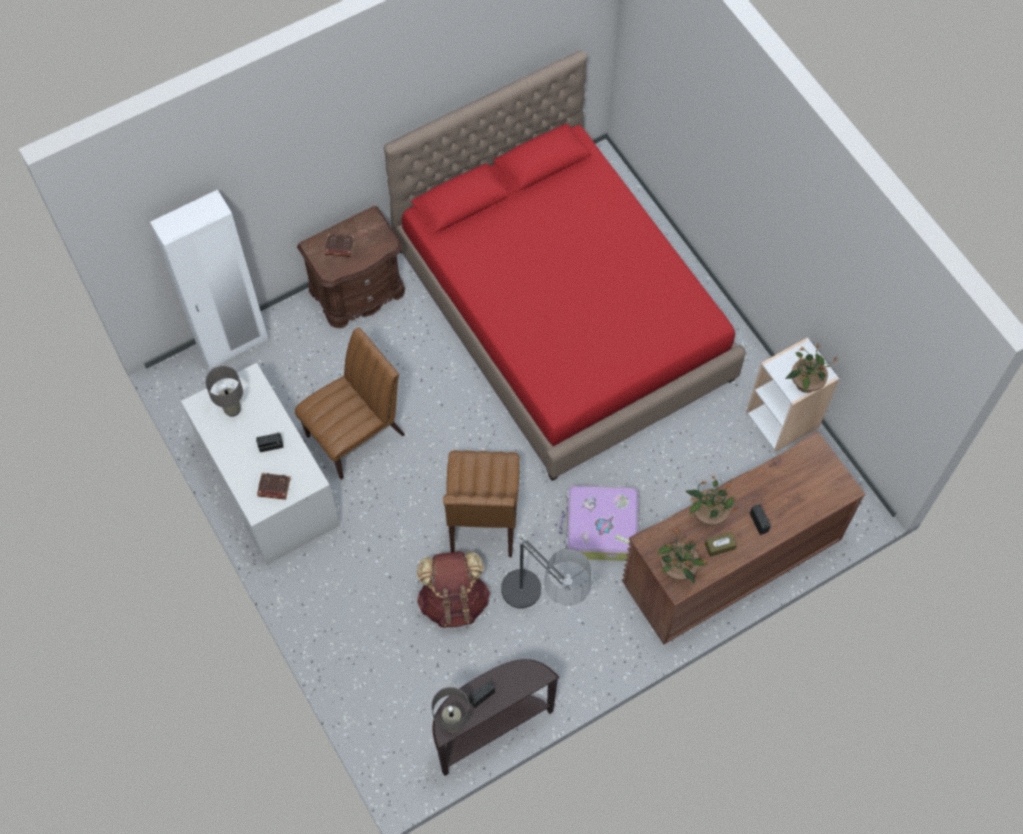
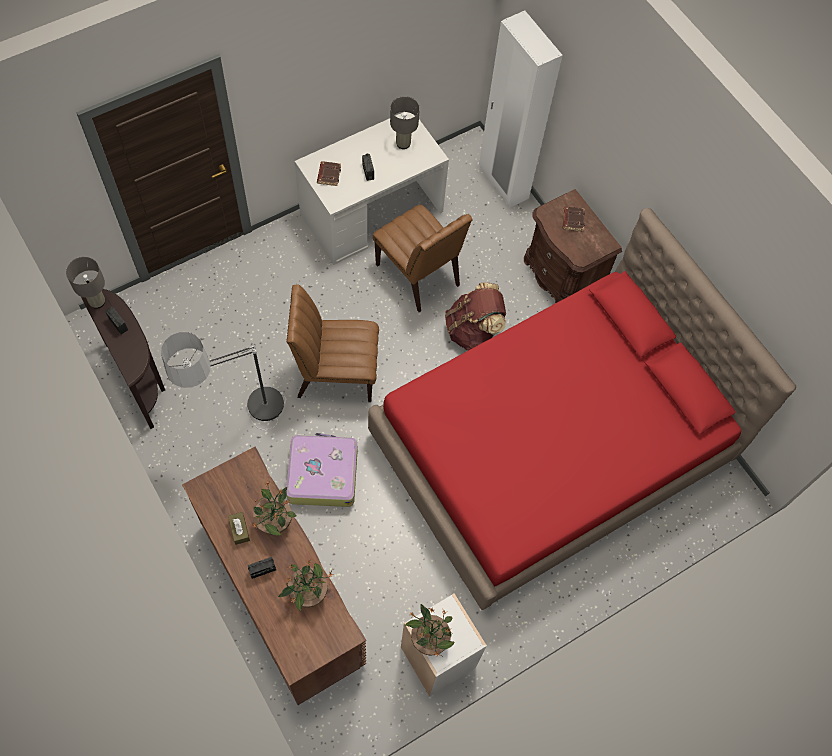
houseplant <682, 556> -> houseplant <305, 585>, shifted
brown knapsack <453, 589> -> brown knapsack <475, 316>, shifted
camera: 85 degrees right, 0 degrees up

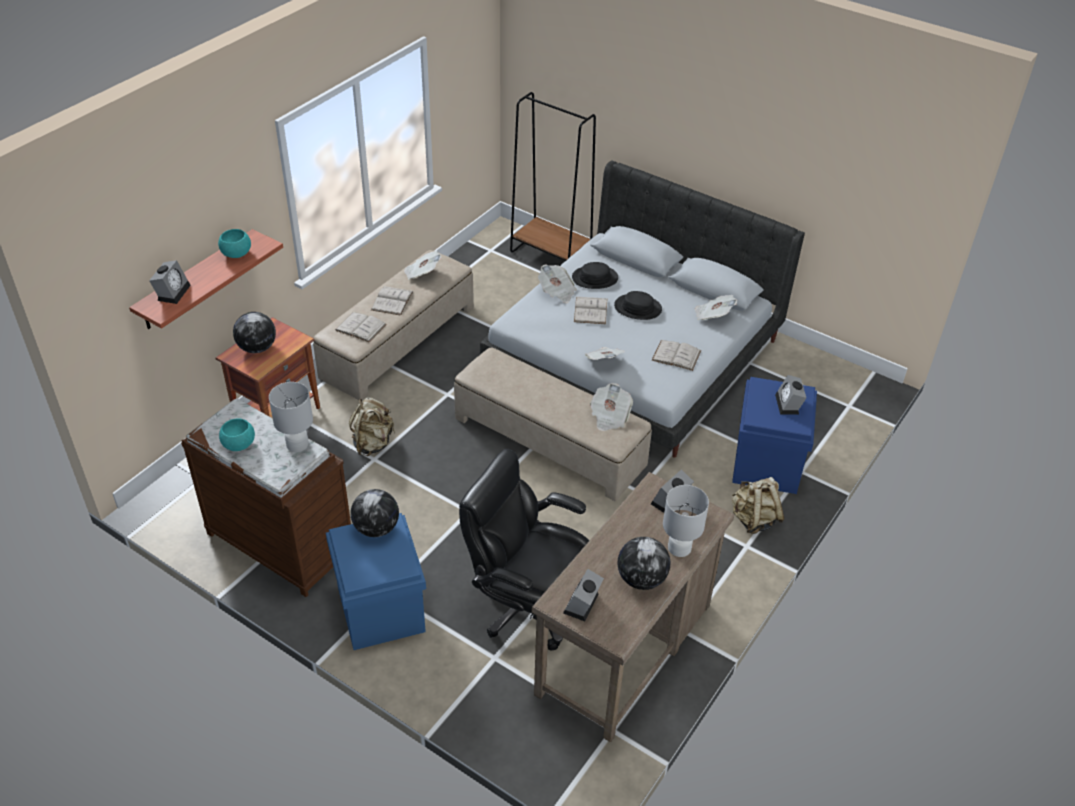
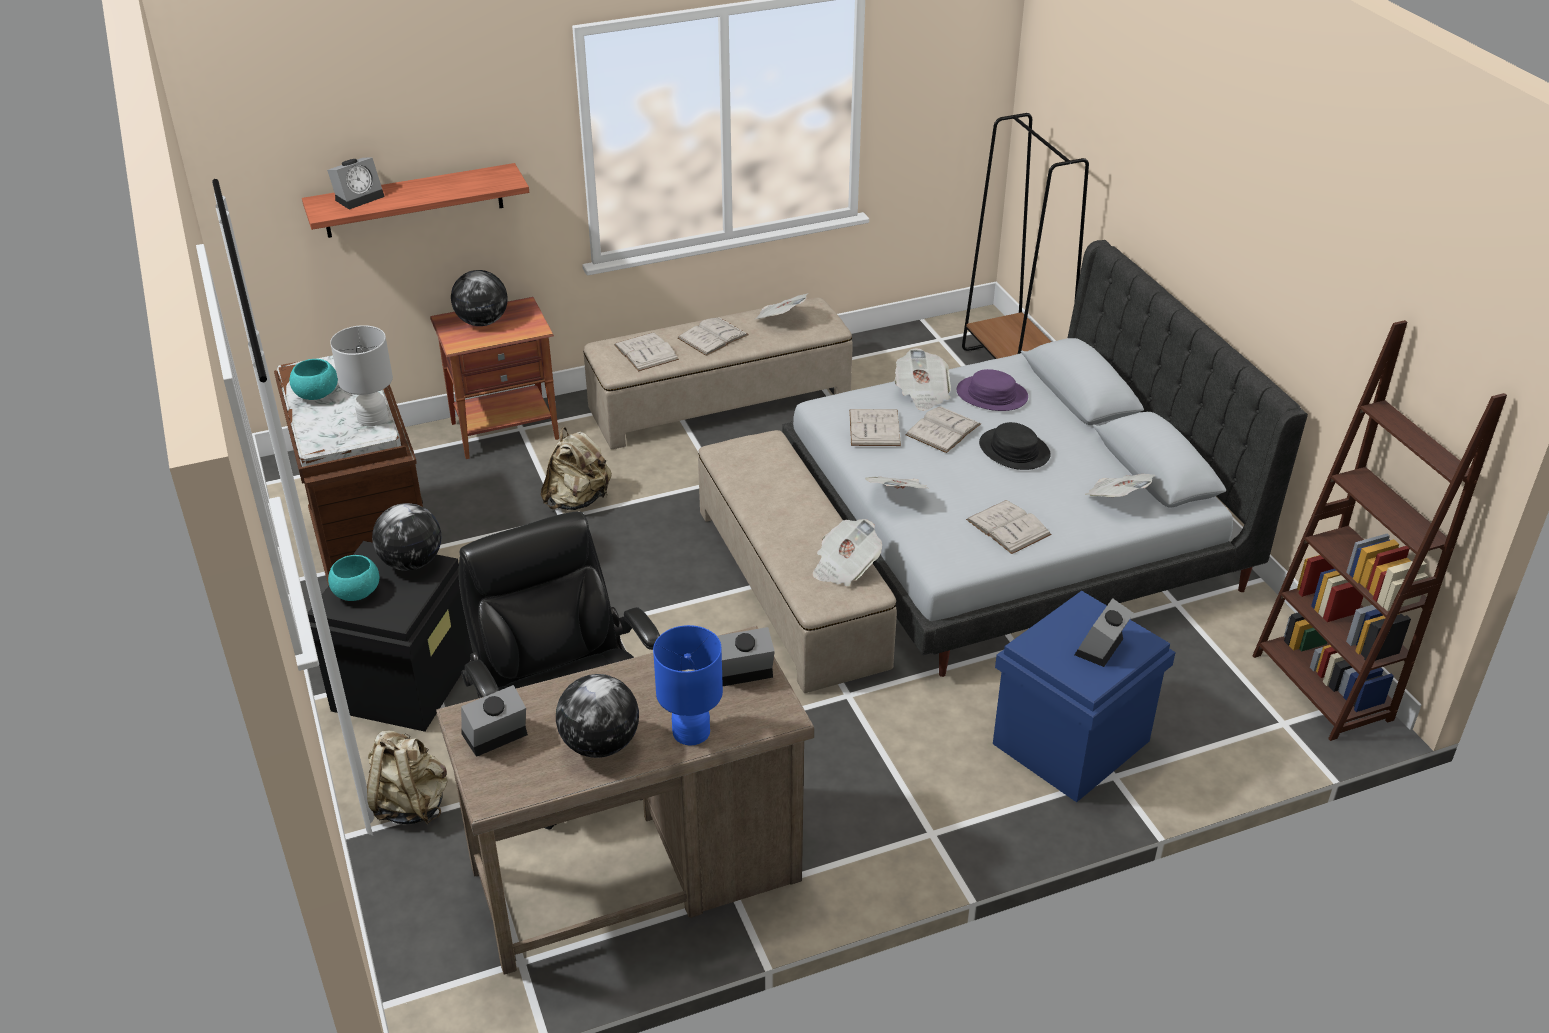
blue-coloured storage bin <376, 581> -> black storage bin <390, 636>
turquoise-coloured deep dish <234, 243> -> turquoise-coloured deep dish <353, 578>, shifted
sand-coloured knapsack <758, 505> -> sand-coloured knapsack <407, 777>, shifted
greyish tabletop lamp <686, 521> -> blue-coloured tabletop lamp <688, 685>
none -> whitish book <875, 427>
black wearable hat <595, 275> -> purple-coloured wearable hat <992, 390>
none -> brown bookshelf <1379, 530>
camera: 35 degrees right, 5 degrees down

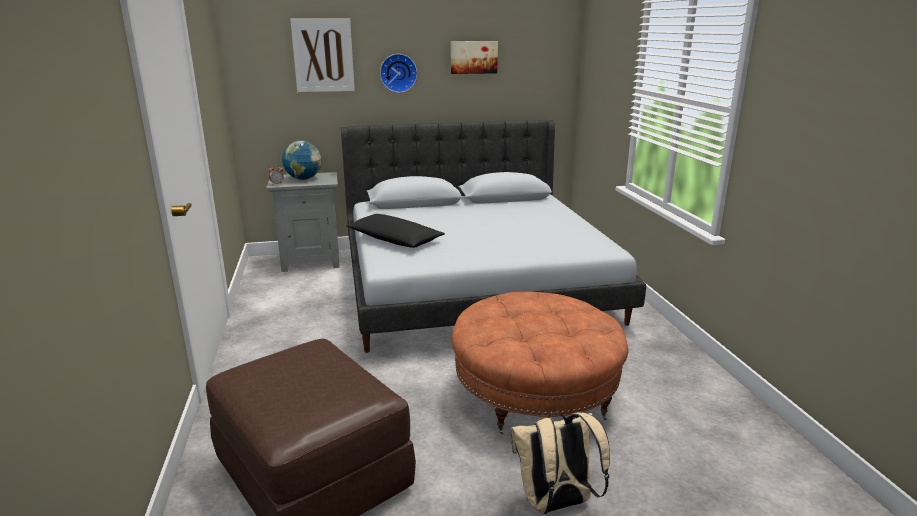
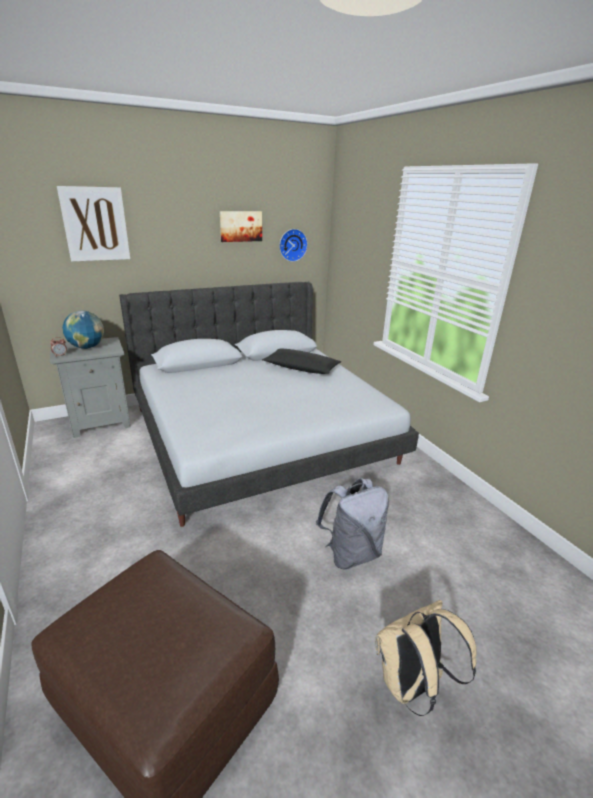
black pillow <395, 231> -> black pillow <301, 361>, shifted
hanging clock <398, 73> -> hanging clock <293, 245>, shifted
brown footrest <540, 362> -> greyish knapsack <352, 524>
camera: 15 degrees left, 5 degrees up

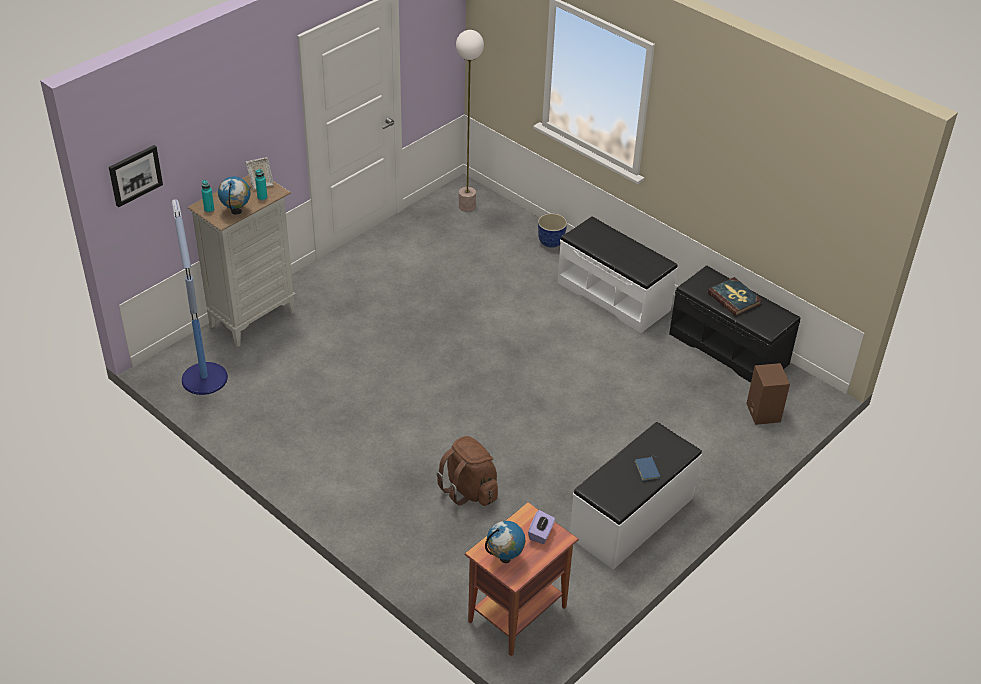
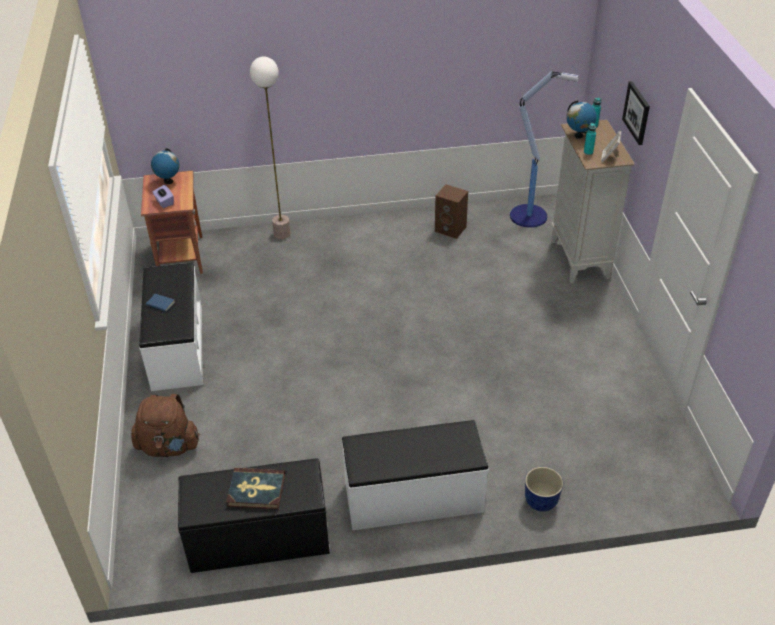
brown knapsack <467, 471> -> brown knapsack <165, 425>, shifted
floor lamp <470, 121> -> floor lamp <270, 148>, shifted
brown audio speaker <768, 394> -> brown audio speaker <451, 211>, shifted
wall art <136, 176> -> wall art <636, 113>, shifted
camera: 130 degrees right, 0 degrees up

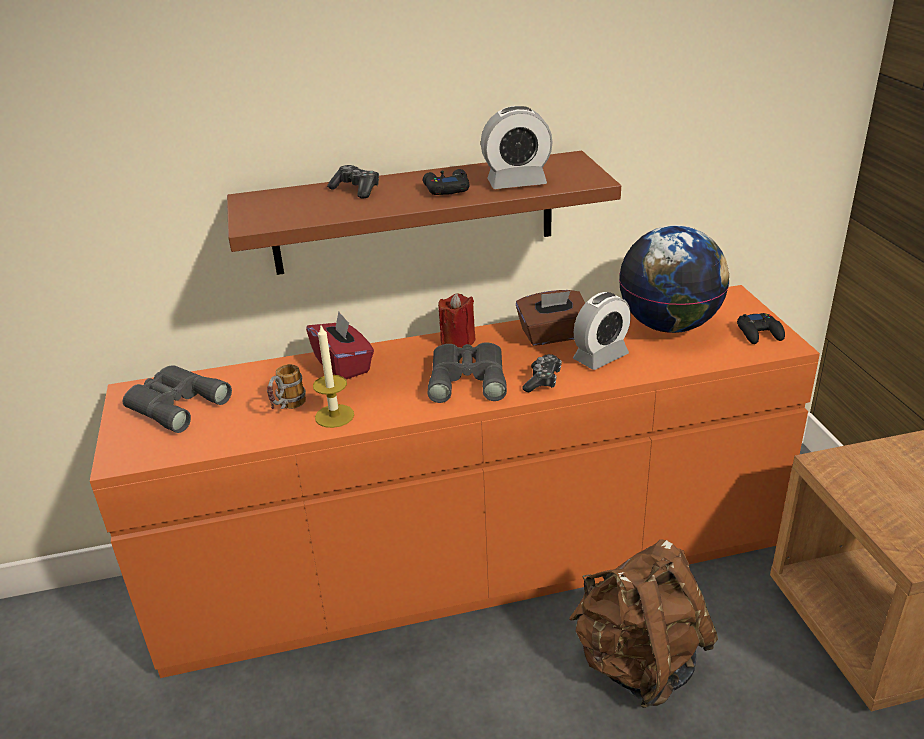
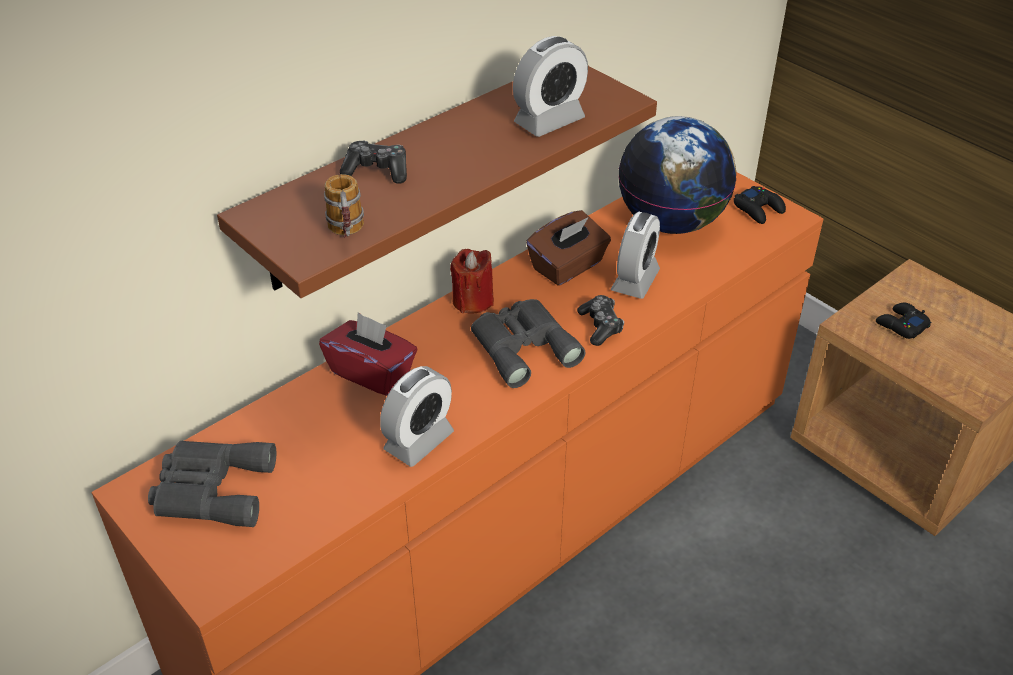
coffee mug <286, 386> -> coffee mug <344, 206>, shifted
wax light <333, 377> -> table clock <417, 416>
black gamepad <446, 182> -> black gamepad <903, 321>, shifted
brown knapsack <643, 623> -> none
camera: 30 degrees left, 10 degrees up

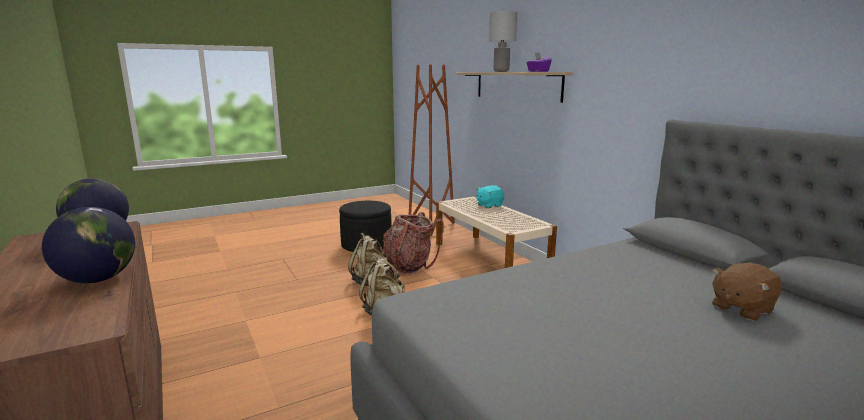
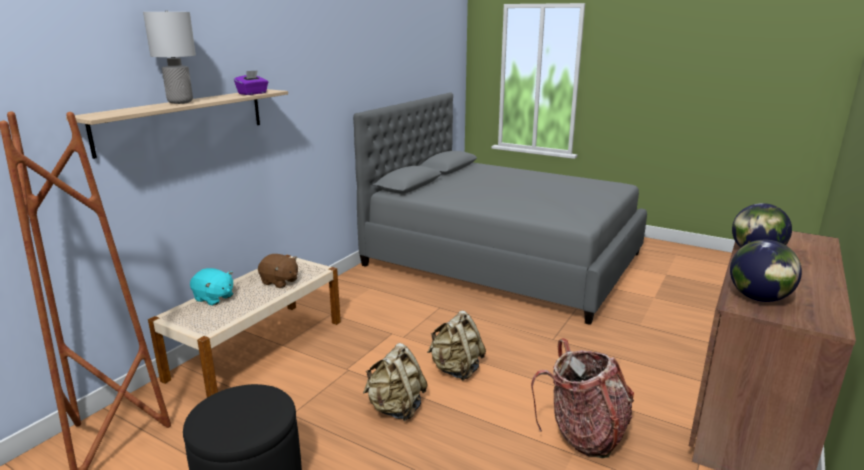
brown soft toy <747, 292> -> brown soft toy <278, 271>, shifted
knapsack <413, 243> -> knapsack <582, 398>, shifted
camera: 120 degrees left, 5 degrees up

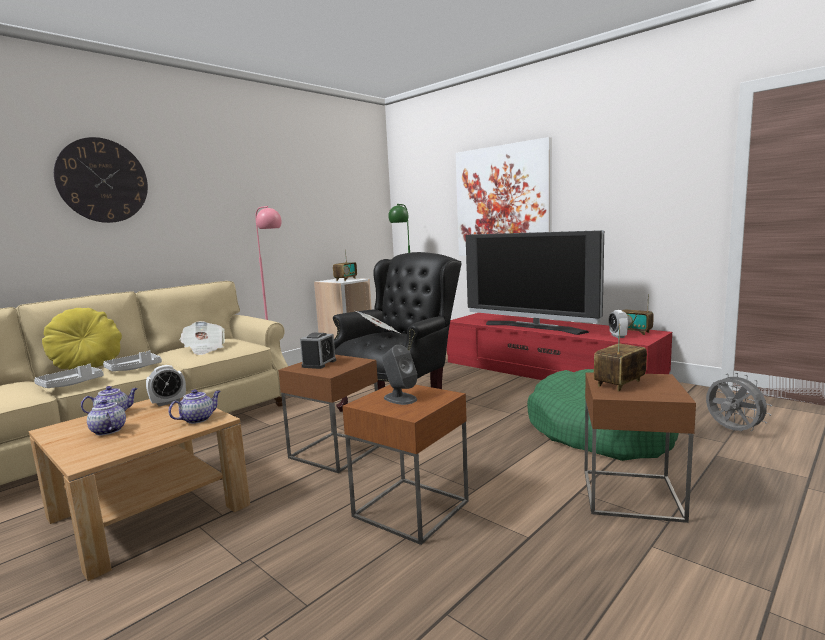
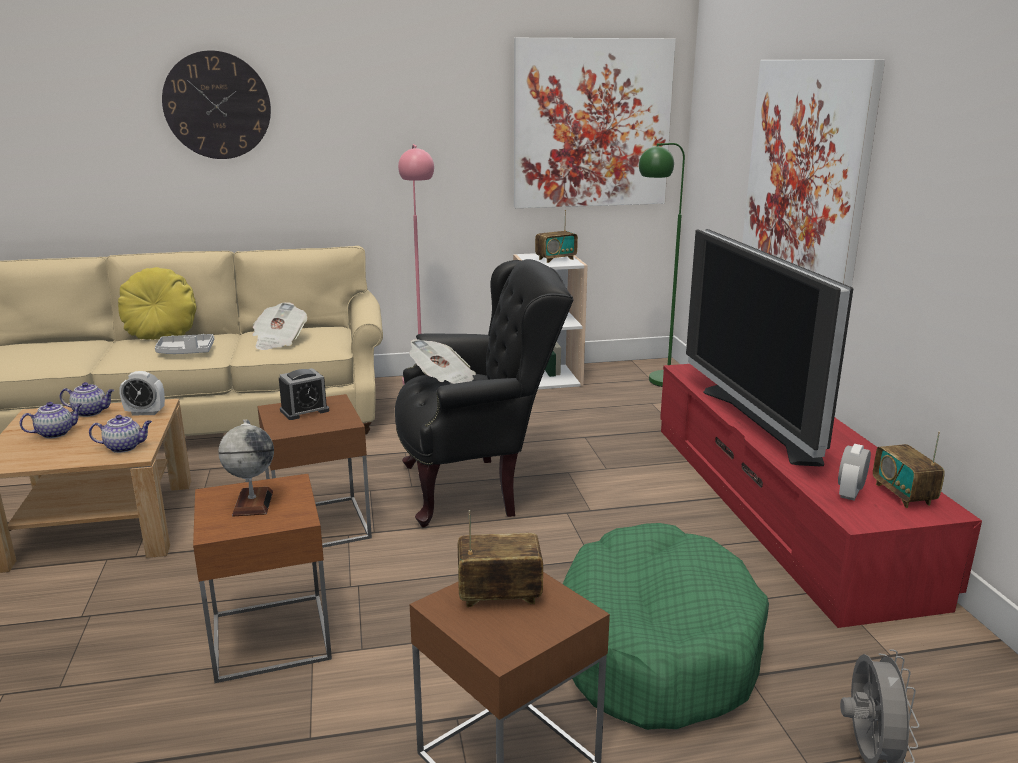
pot for tea <106, 418> -> pot for tea <51, 420>, 60 degrees clockwise
greyish audio speaker <399, 375> -> desk globe <246, 468>
none -> wall art <595, 123>
greyish tray <69, 376> -> none
camera: 35 degrees right, 10 degrees up

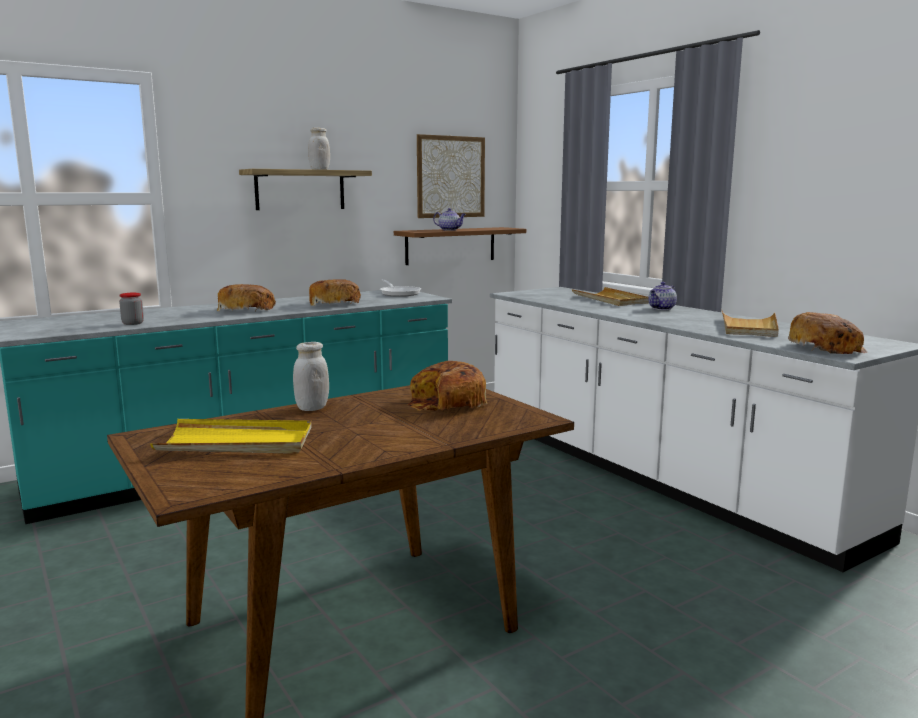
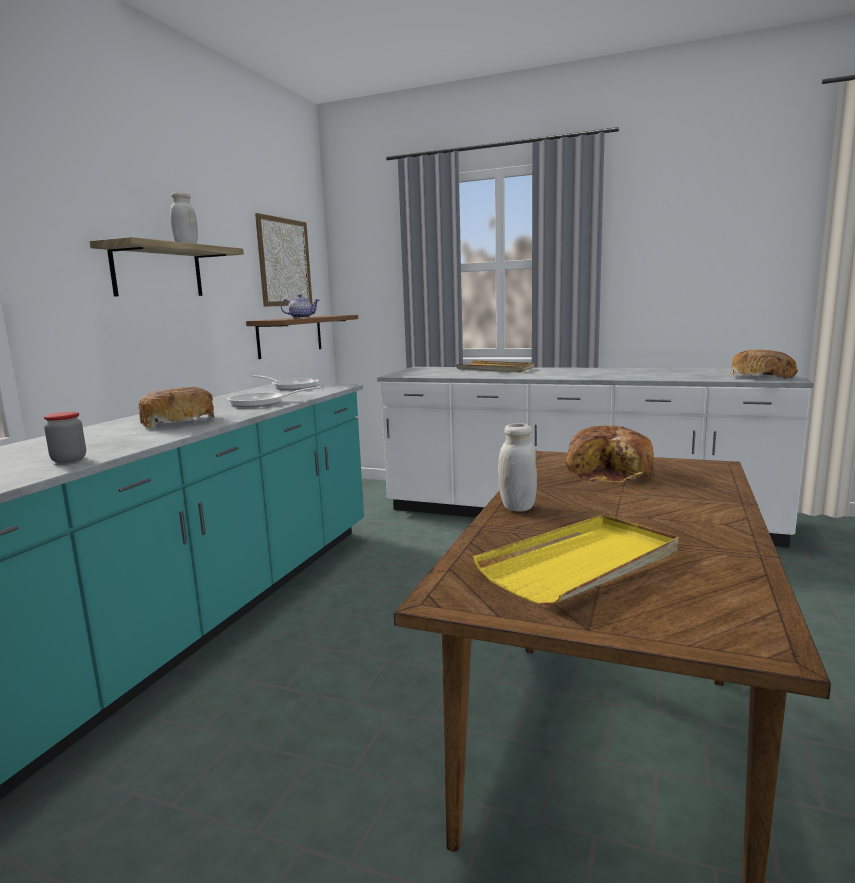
bread <335, 292> -> frying pan <274, 396>
pot for tea <662, 296> -> none
sand-coloured tray <750, 324> -> none
camera: 35 degrees left, 0 degrees up

